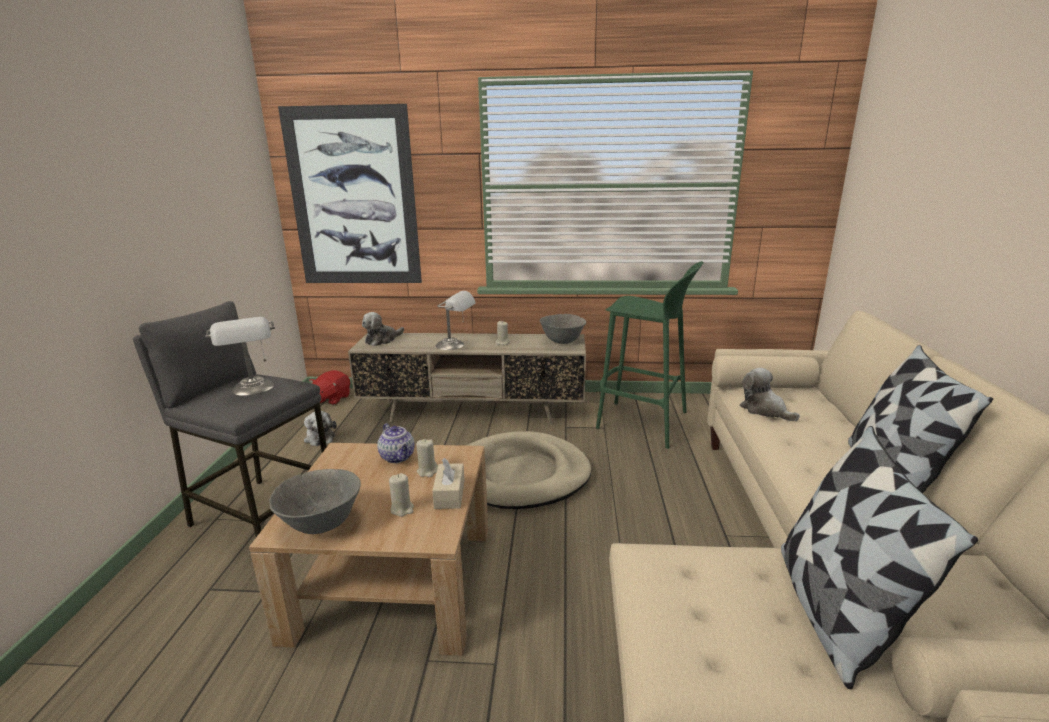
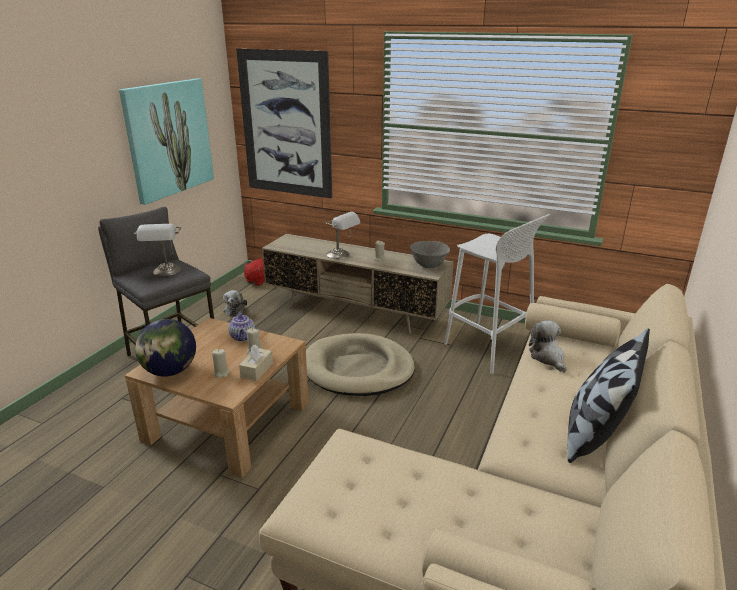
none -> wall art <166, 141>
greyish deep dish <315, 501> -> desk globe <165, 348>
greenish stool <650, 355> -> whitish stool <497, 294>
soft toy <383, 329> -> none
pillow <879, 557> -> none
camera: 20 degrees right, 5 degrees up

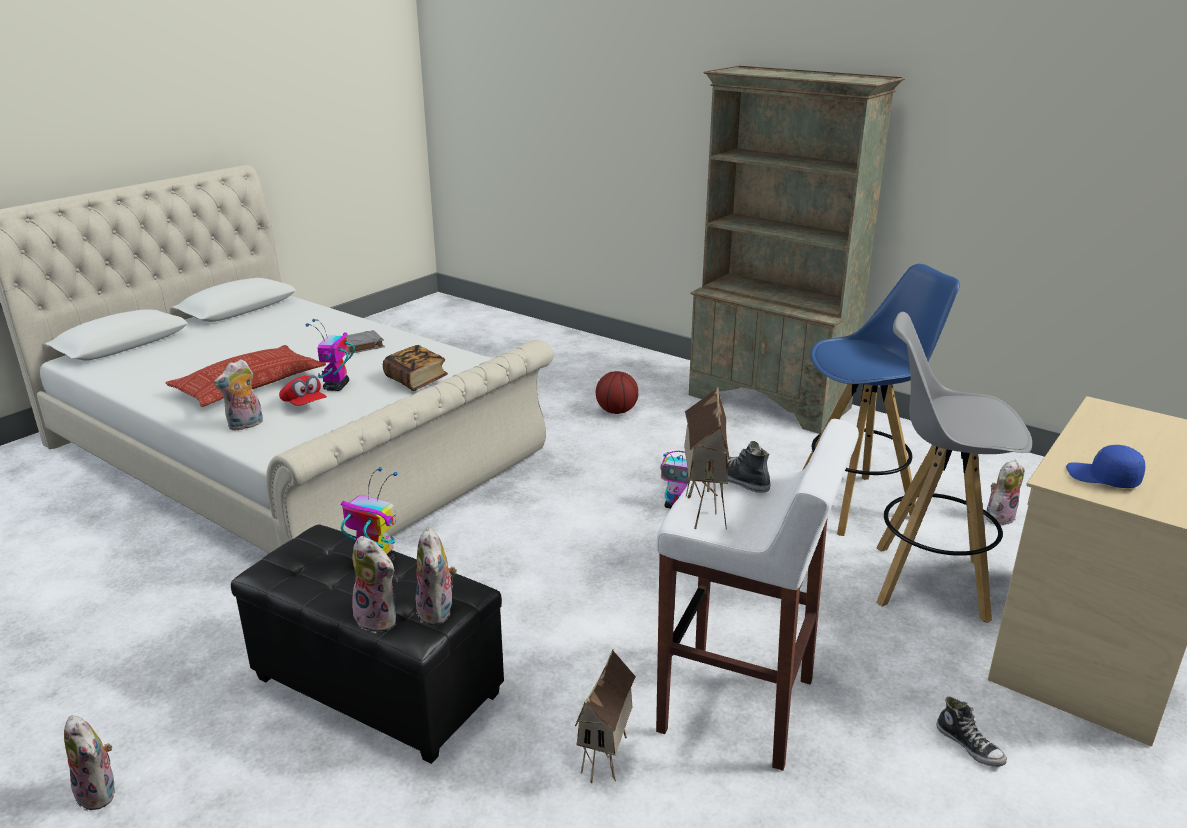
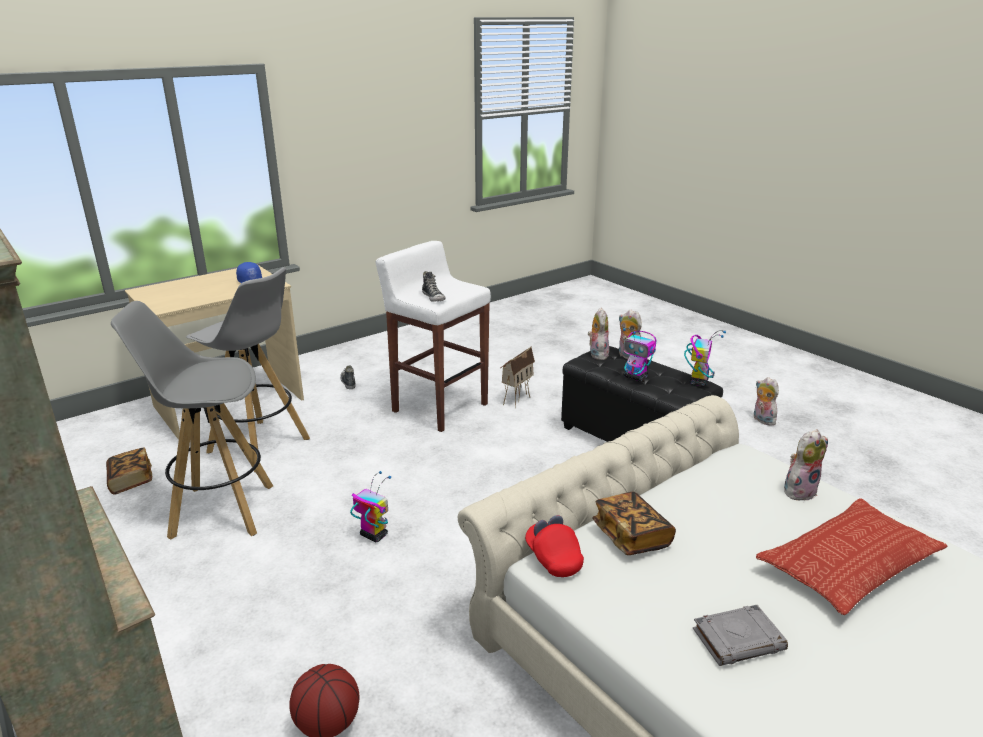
soft toy <1005, 492> -> book <129, 471>
blue-coloured stool <881, 400> -> greyish stool <192, 420>
red cap <303, 390> -> red cap <554, 546>, shifted
model robot <330, 355> -> model robot <705, 358>, shifted
model house <707, 458> -> none
camera: 165 degrees left, 0 degrees up

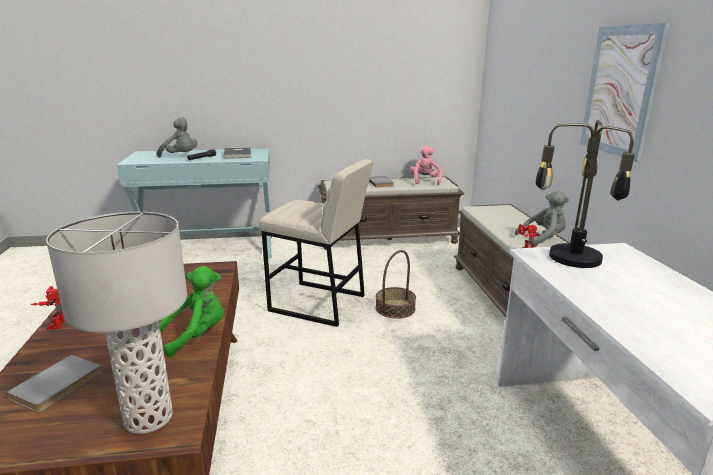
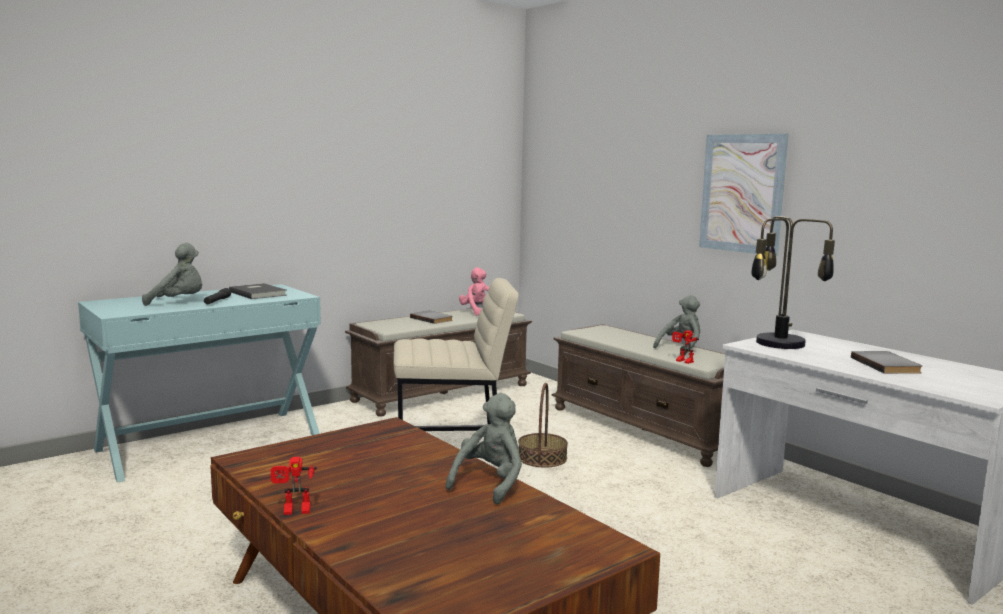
model robot <48, 308> -> model robot <294, 486>, 60 degrees counterclockwise
greenish soft toy <189, 311> -> greyish soft toy <483, 448>
greyish book <53, 383> -> greyish book <886, 362>, shifted
whitish tabletop lamp <116, 323> -> none
camera: 30 degrees left, 10 degrees down

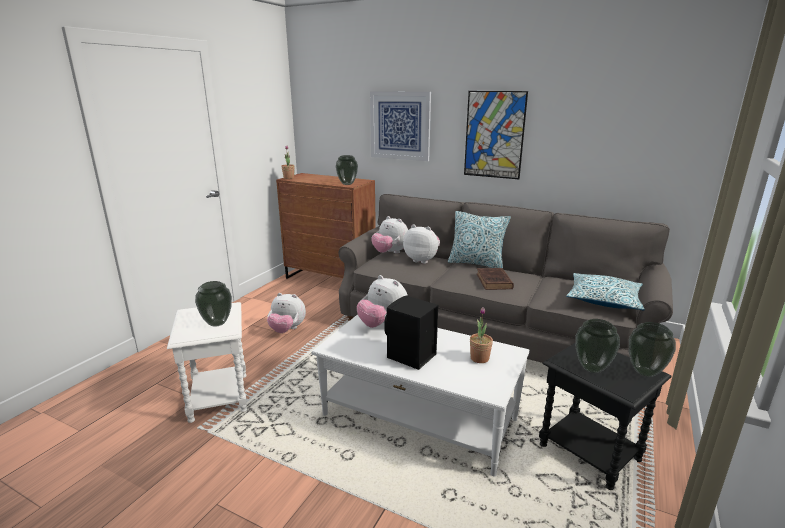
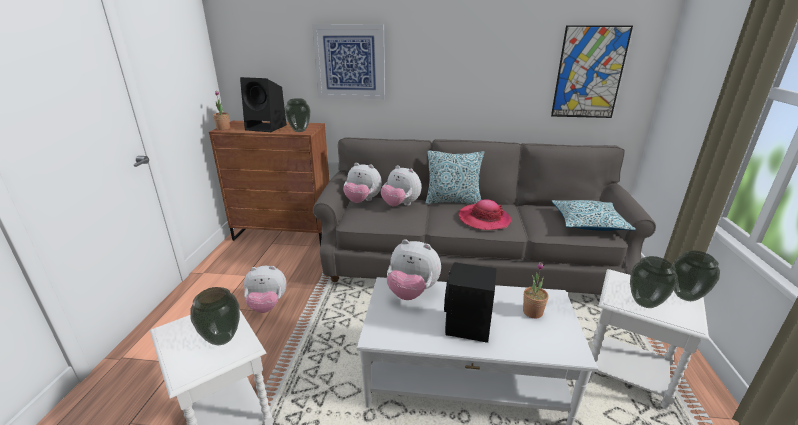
none -> black audio speaker <263, 104>
soft toy <421, 244> -> soft toy <401, 185>, 150 degrees counterclockwise
brown book <495, 279> -> wearable hat <485, 214>
wall art <496, 135> -> wall art <592, 71>, shifted
black side table <605, 416> -> whitish side table <649, 339>
camera: 20 degrees left, 5 degrees up

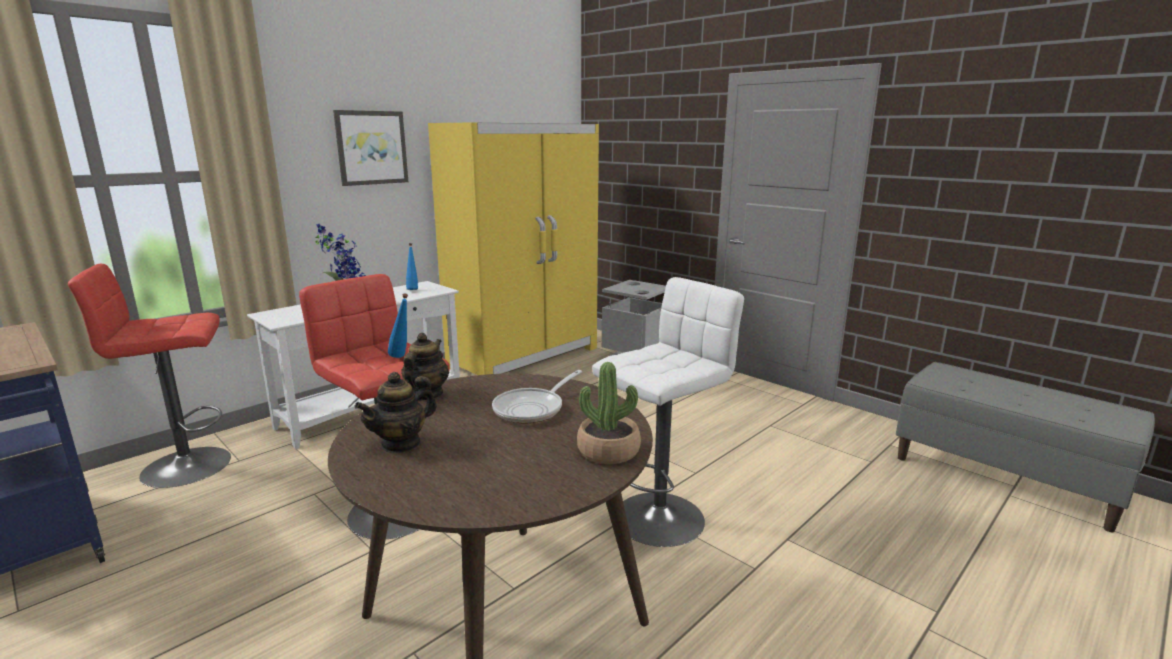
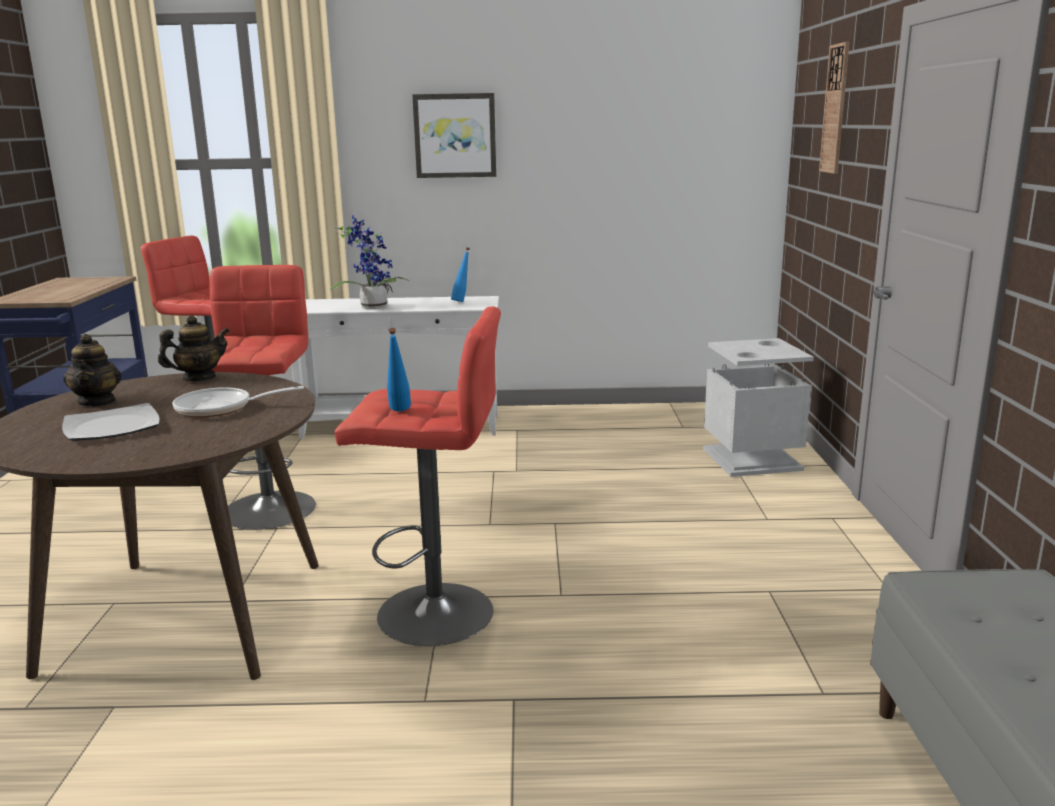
none -> dinner plate <111, 422>
pot for tea <396, 413> -> pot for tea <92, 370>, 105 degrees counterclockwise
whitish stool <668, 412> -> red stool <417, 476>
blue-coloured beverage bottle <398, 325> -> blue-coloured beverage bottle <399, 369>, shifted
none -> hanging clock <834, 108>
yellow-coloured storage cabinet <513, 249> -> none
houseplant <609, 413> -> none
camera: 45 degrees right, 0 degrees up

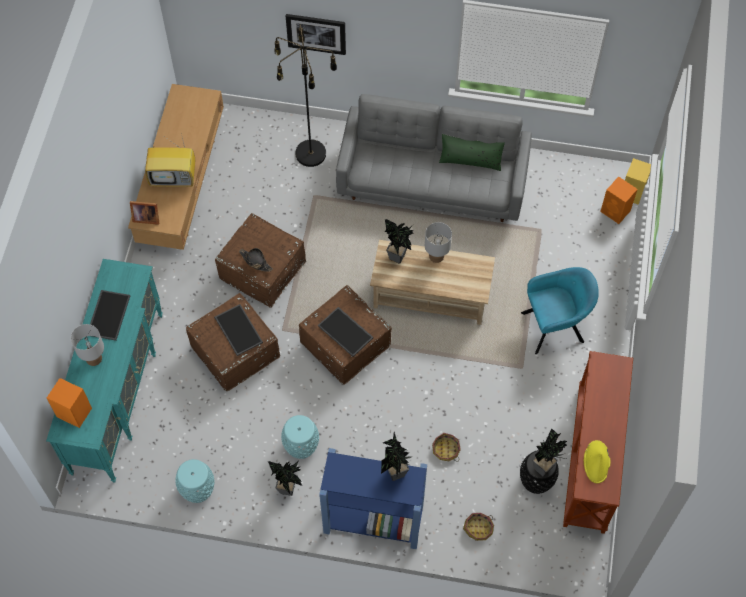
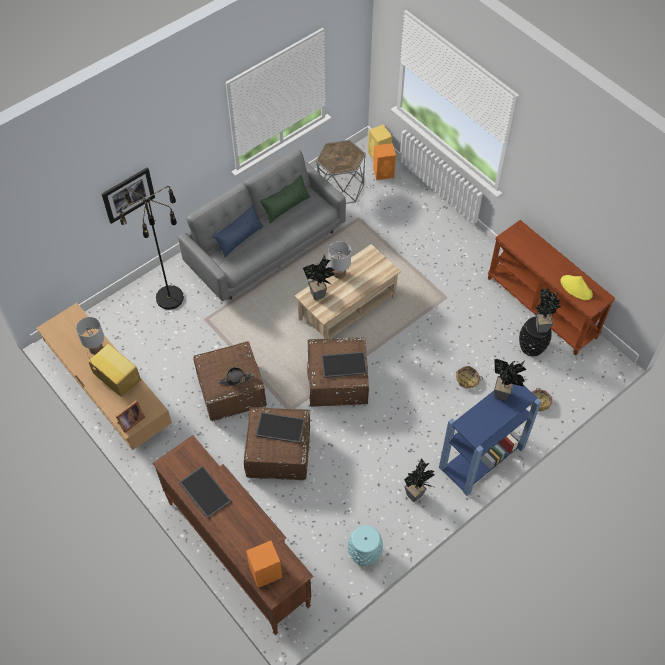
greyish tabletop lamp <87, 345> -> greyish tabletop lamp <90, 336>, shifted
TV <170, 160> -> TV <114, 370>, 90 degrees counterclockwise
turquoise-coloured storage cabinet <104, 371> -> brown storage cabinet <232, 535>
none -> blue-coloured pillow <238, 231>
none -> greyish side table <341, 172>
turquoise-coloured stool <300, 437> -> none
turquoise-coloured armchair <560, 310> -> none
camera: 50 degrees left, 5 degrees down

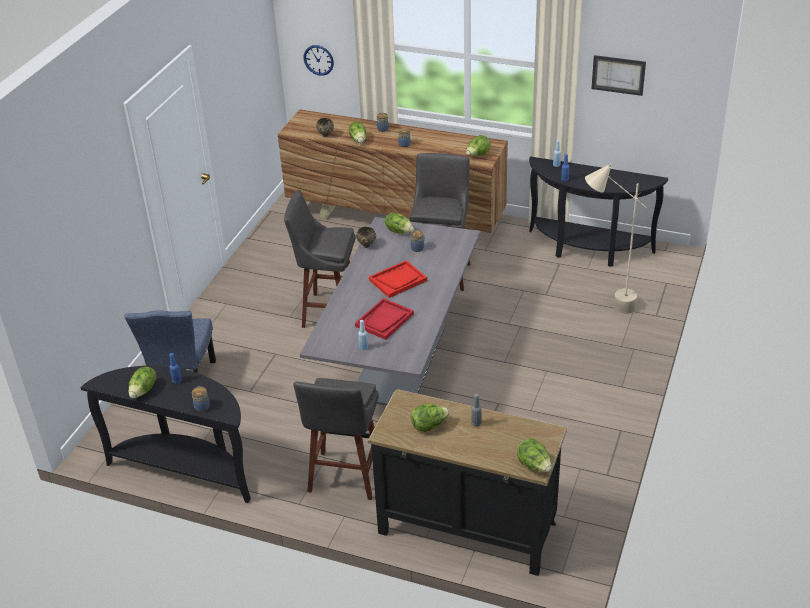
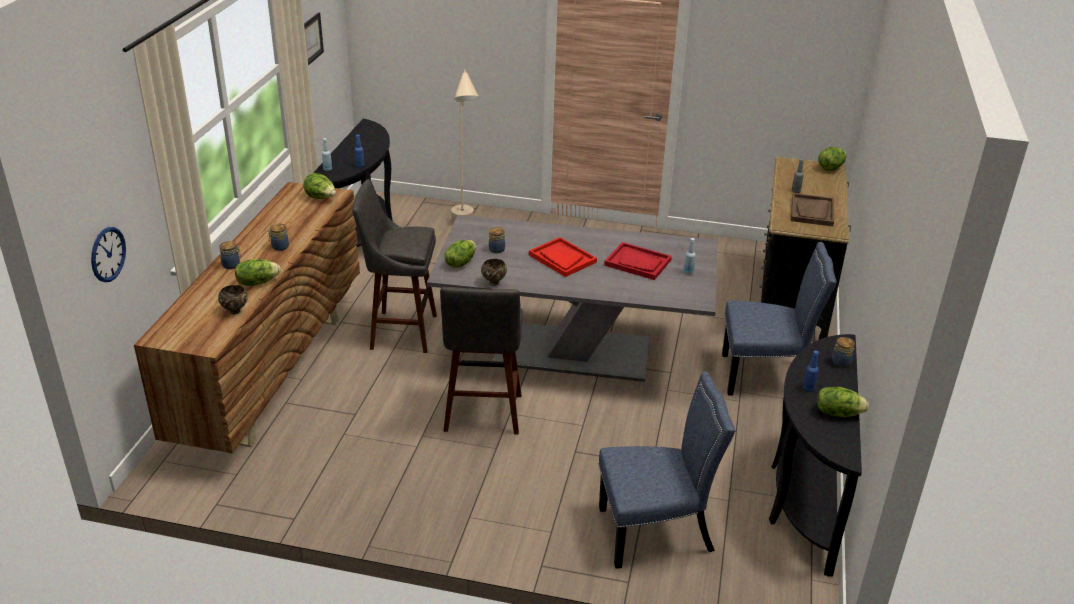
greyish stool <336, 439> -> blue-coloured upright chair <779, 319>
lettuce <430, 418> -> brown tray <812, 209>
camera: 100 degrees left, 5 degrees down

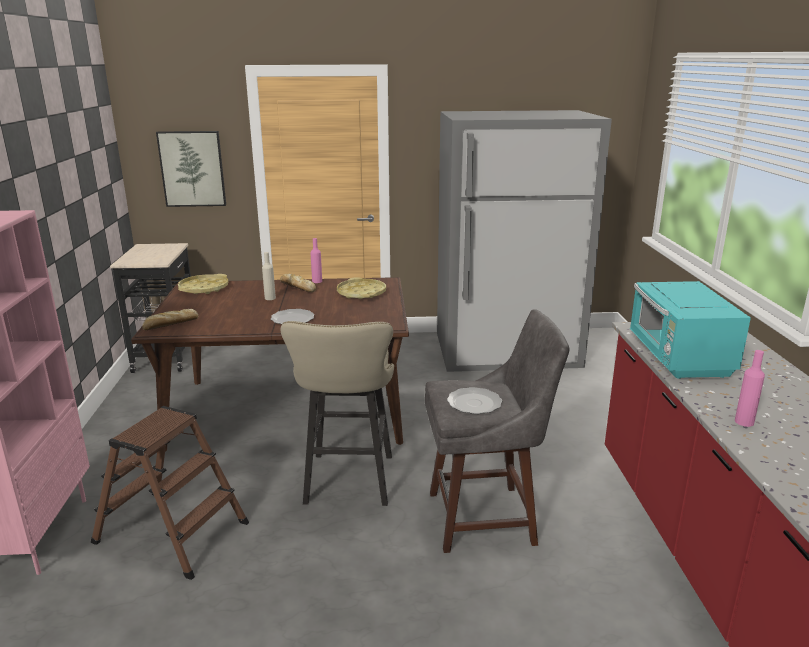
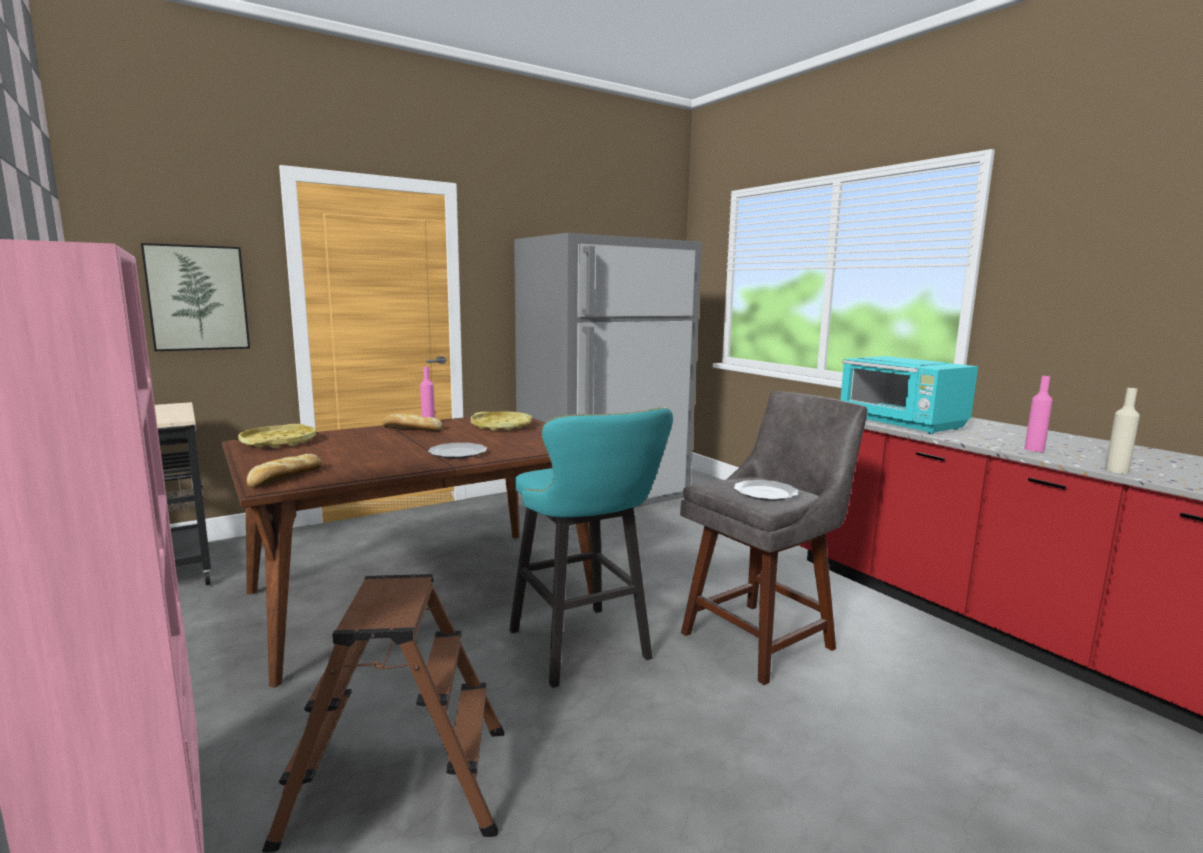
sand-coloured stool <337, 413> -> turquoise-coloured stool <591, 547>
sand-coloured beverage bottle <269, 276> -> sand-coloured beverage bottle <1122, 431>, shifted
camera: 30 degrees left, 10 degrees down

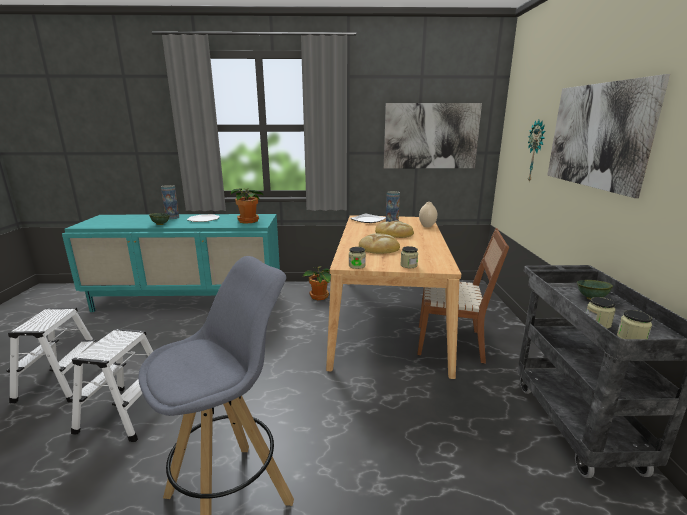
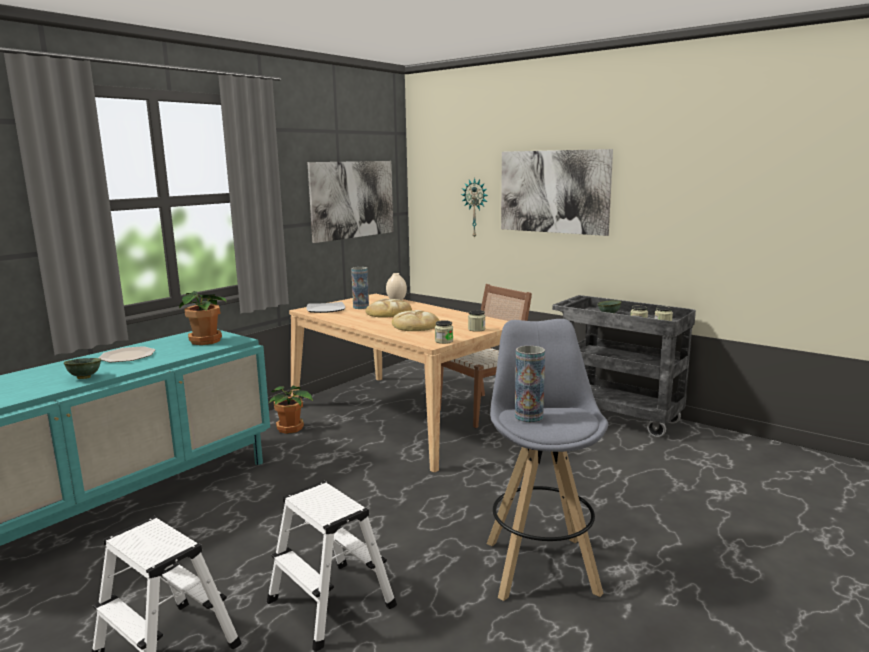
vase <170, 202> -> vase <530, 384>, shifted
camera: 50 degrees left, 5 degrees down

